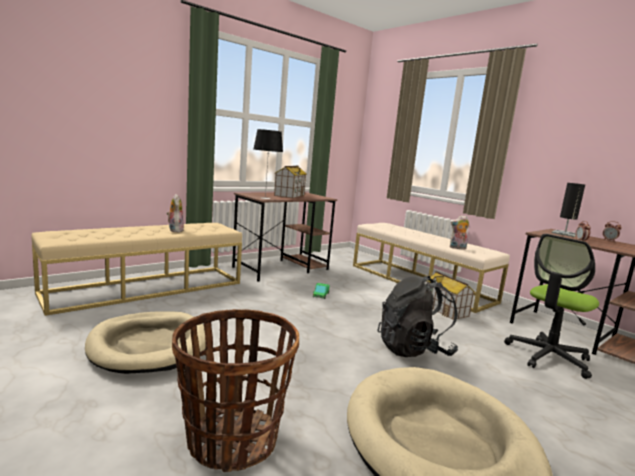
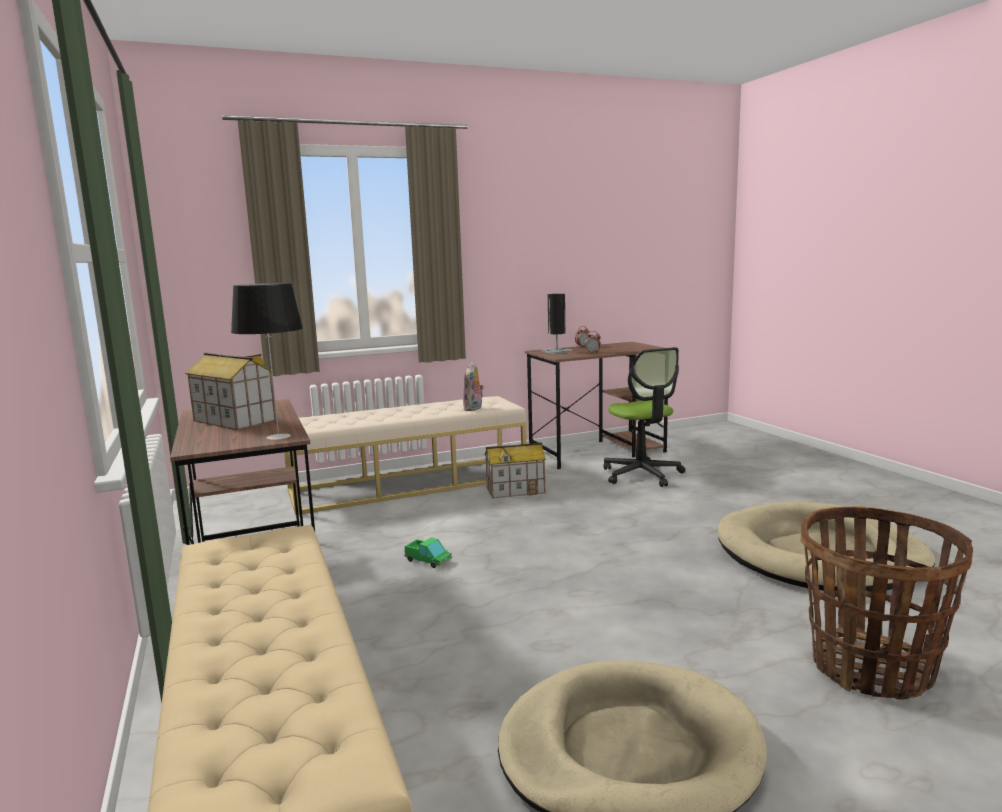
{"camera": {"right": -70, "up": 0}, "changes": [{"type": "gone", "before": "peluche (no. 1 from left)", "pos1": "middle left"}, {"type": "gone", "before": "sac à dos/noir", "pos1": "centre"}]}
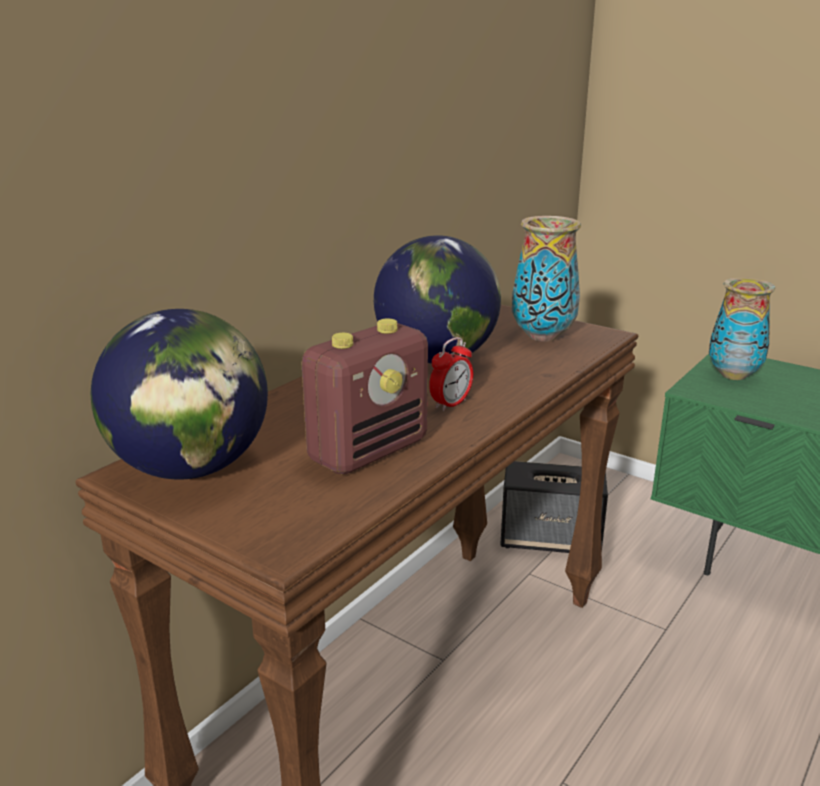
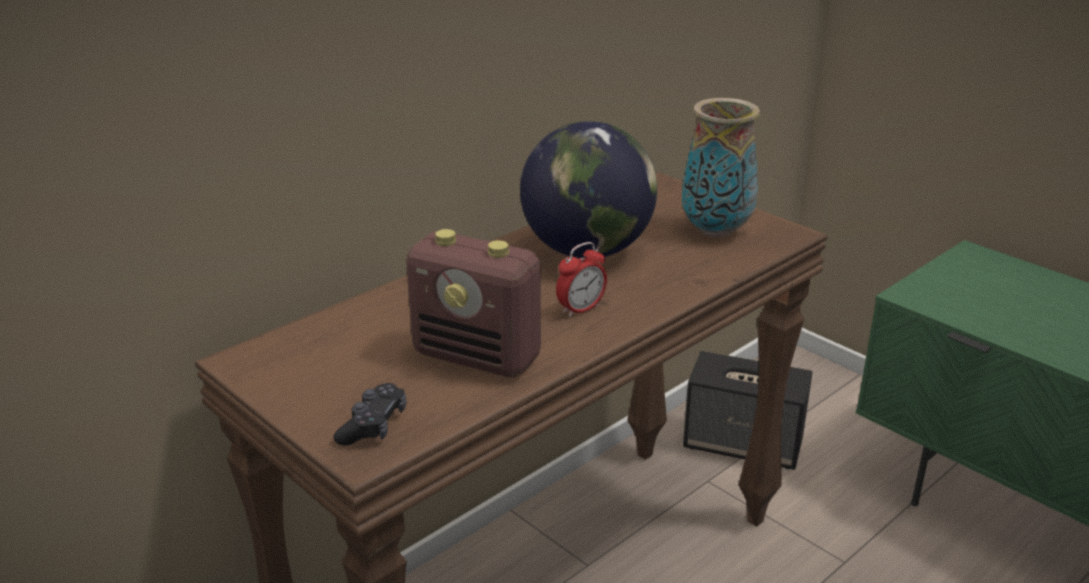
{"camera": {"right": 10, "up": 5}, "changes": [{"type": "gone", "before": "globe (no. 1 from left)", "pos1": "middle left"}, {"type": "rotated", "before": "radio", "pos1": "centre", "pos2": "centre", "turn": 60}, {"type": "gone", "before": "vase (no. 2 from left)", "pos1": "middle right"}, {"type": "new", "after": "manette/noir", "pos2": "bottom centre"}]}
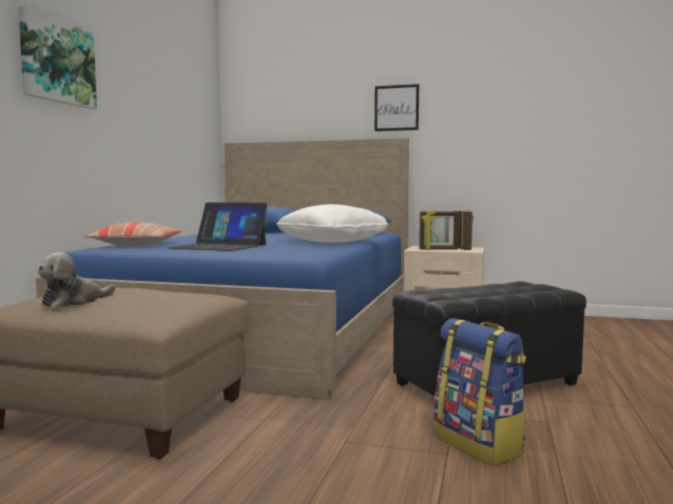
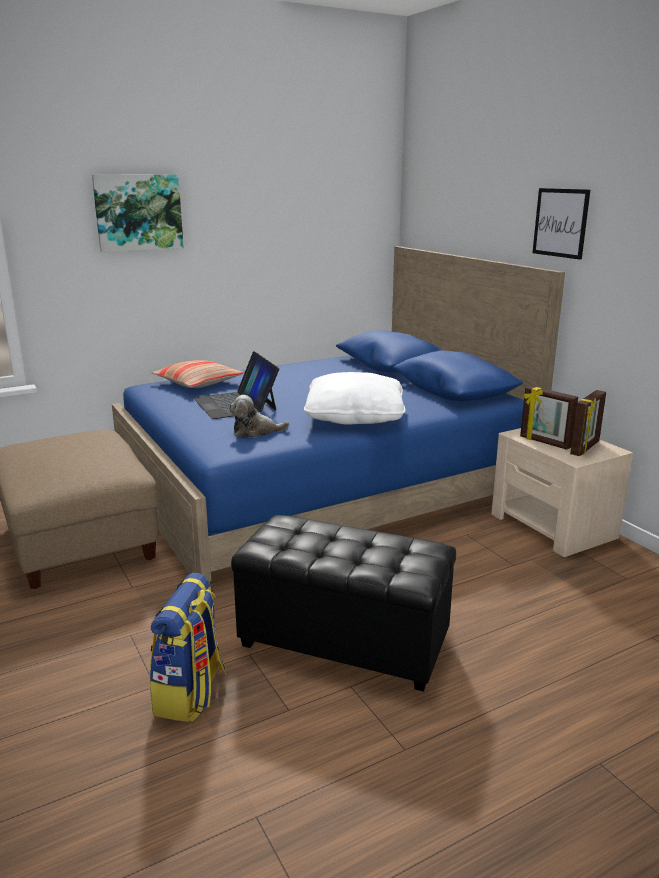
{"camera": {"right": 45, "up": 15}, "changes": [{"type": "shifted", "before": "peluche", "pos1": "middle left", "pos2": "centre"}]}
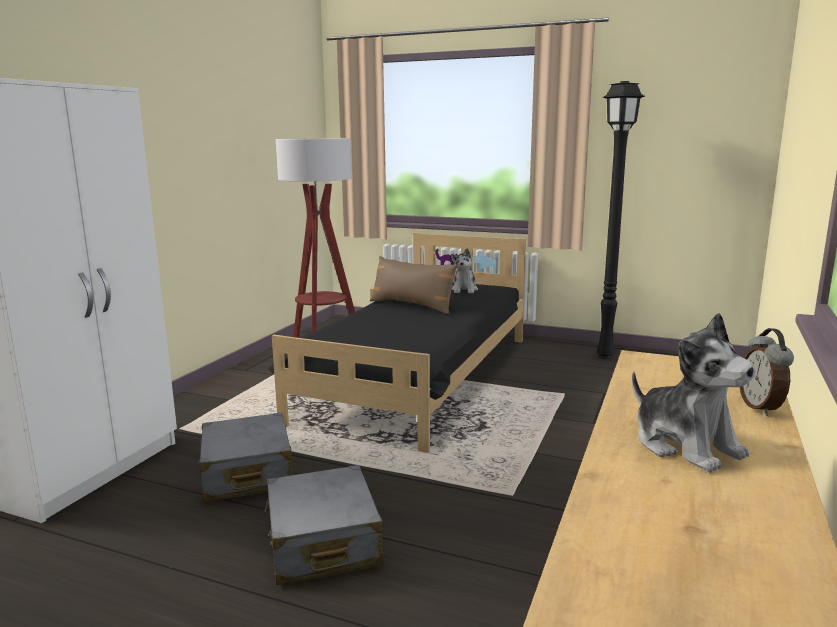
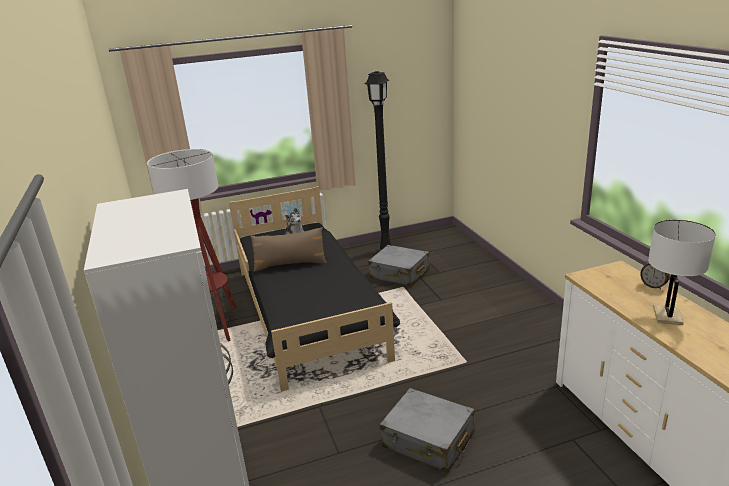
{"camera": {"right": -40, "up": 10}, "changes": [{"type": "shifted", "before": "valise/gris (no. 1 from left)", "pos1": "bottom left", "pos2": "centre"}, {"type": "swapped", "before": "peluche (no. 2 from left)", "after": "lampe de table/blanc", "pos1": "middle right", "pos2": "middle right"}]}
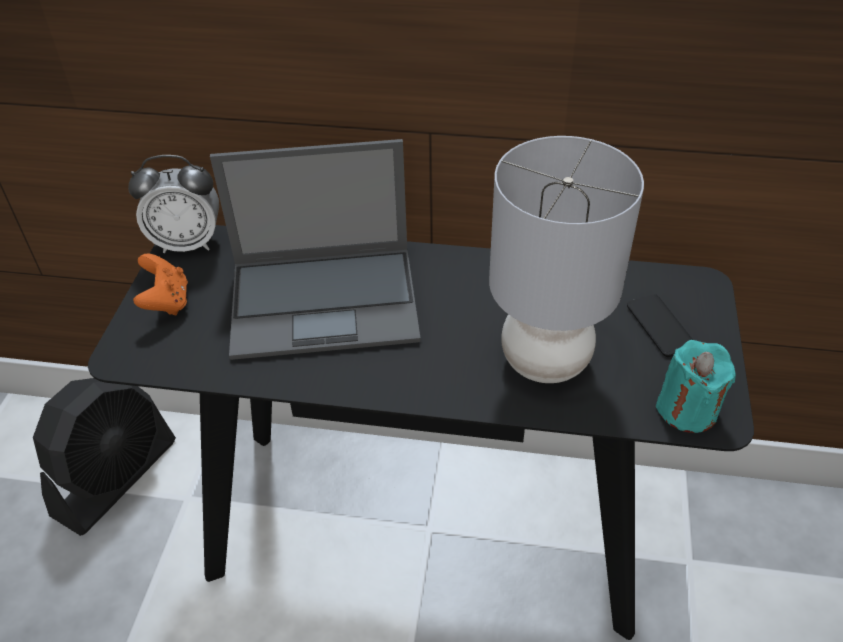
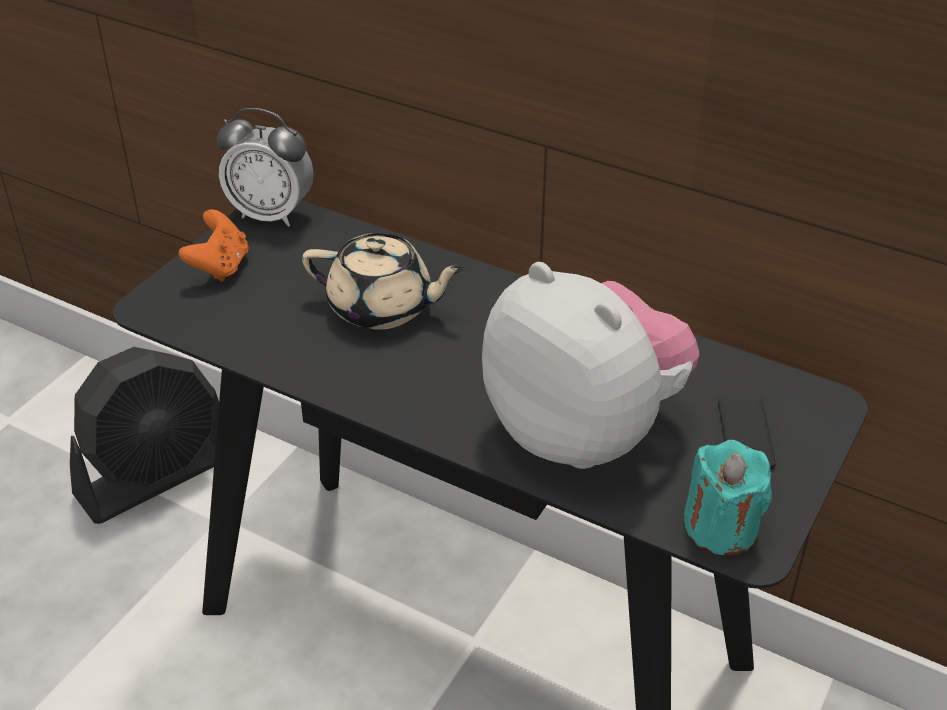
{"camera": {"right": 20, "up": -5}, "changes": [{"type": "swapped", "before": "ordinateur portable", "after": "théière/beige", "pos1": "centre", "pos2": "centre"}, {"type": "swapped", "before": "lampe de table/gris", "after": "peluche", "pos1": "middle right", "pos2": "centre"}]}
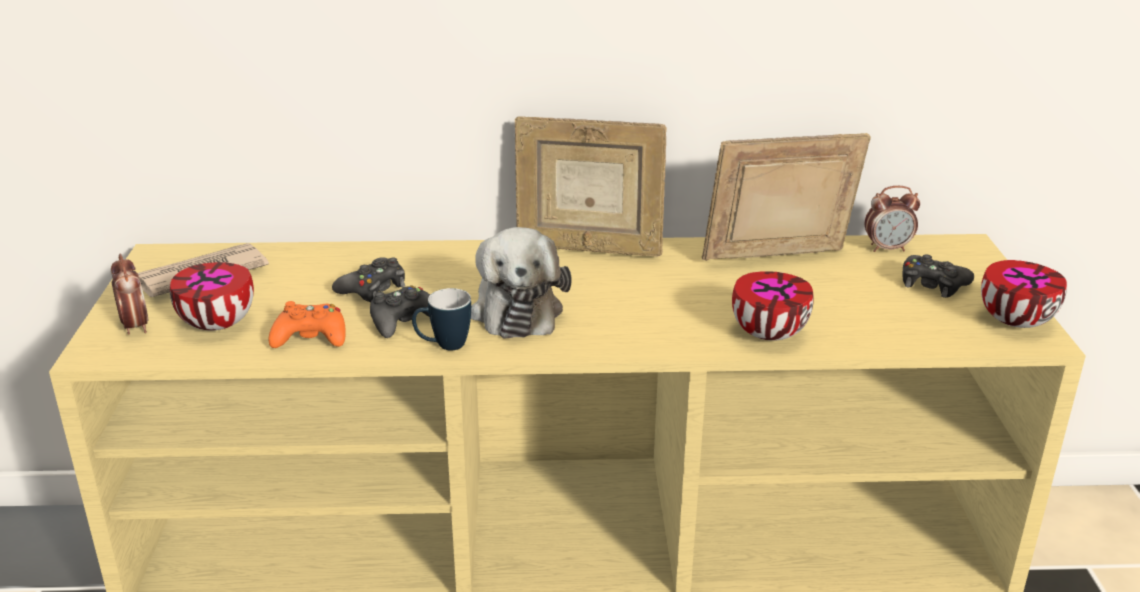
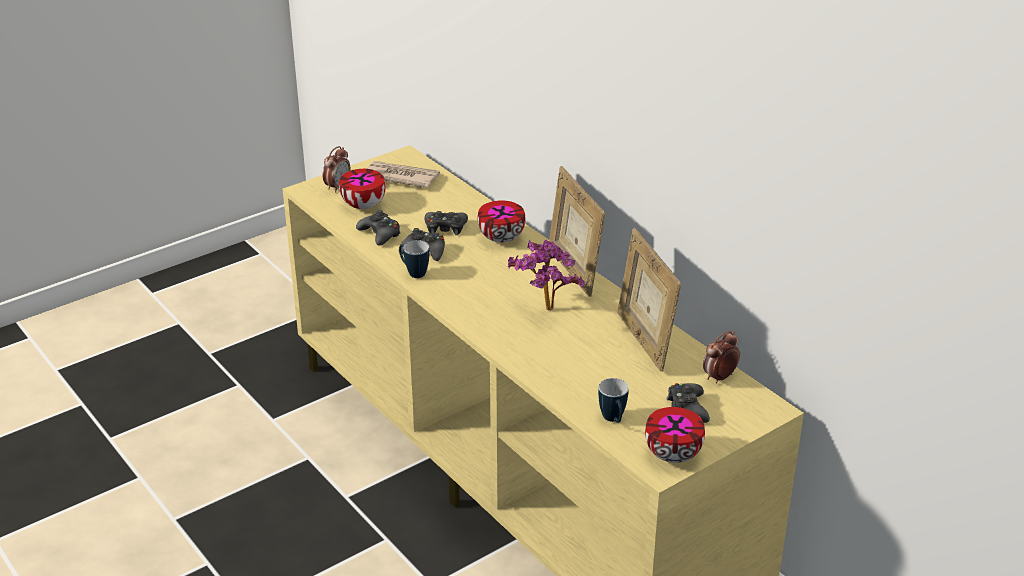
{"camera": {"right": 55, "up": 5}, "changes": [{"type": "repainted", "before": "manette/orange", "after": "manette/noir (no. 1 from left)", "pos1": "middle left", "pos2": "centre"}, {"type": "gone", "before": "peluche", "pos1": "centre"}, {"type": "rotated", "before": "cadre photo (no. 2 from left)", "pos1": "top right", "pos2": "centre", "turn": -150}, {"type": "shifted", "before": "bol (no. 2 from left)", "pos1": "middle right", "pos2": "centre"}, {"type": "rotated", "before": "réveil (no. 2 from left)", "pos1": "middle right", "pos2": "middle right", "turn": 90}, {"type": "new", "after": "plante en pot", "pos2": "centre"}, {"type": "new", "after": "mug (no. 2 from left)", "pos2": "bottom centre"}]}
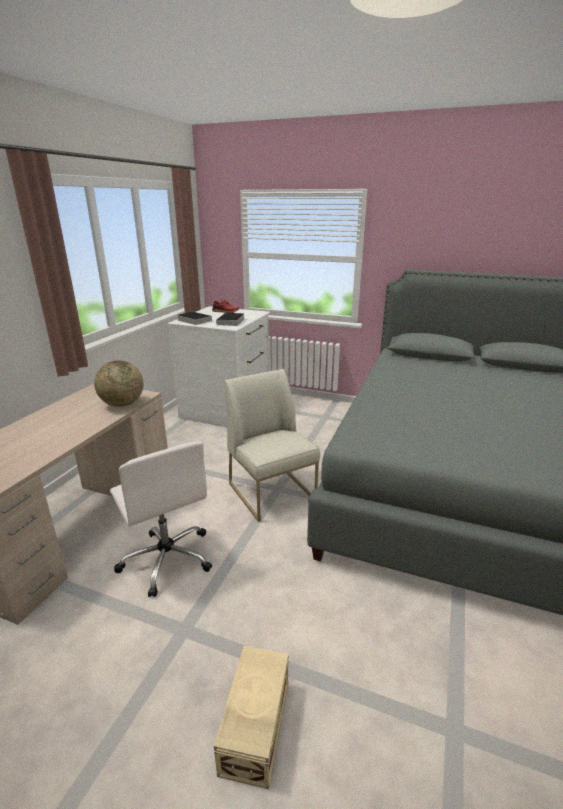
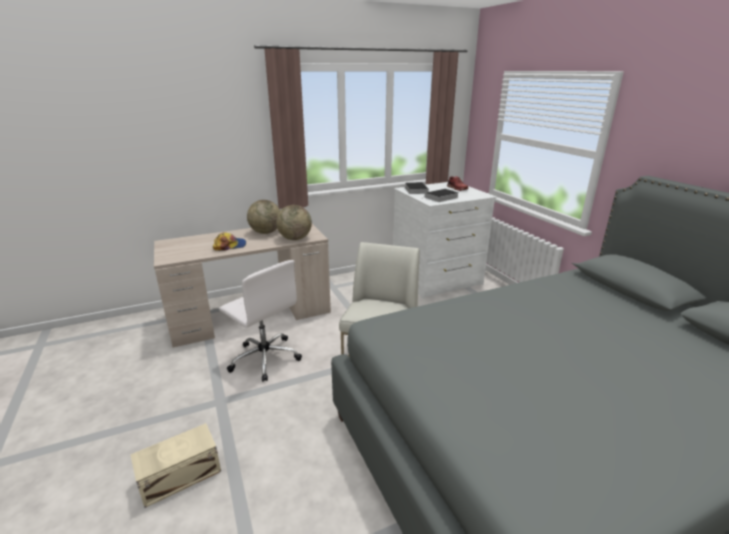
{"camera": {"right": 45, "up": 0}, "changes": [{"type": "rotated", "before": "chaise de bureau/blanc", "pos1": "middle left", "pos2": "centre", "turn": -60}, {"type": "new", "after": "casquette", "pos2": "middle left"}, {"type": "new", "after": "globe (no. 1 from left)", "pos2": "centre"}]}
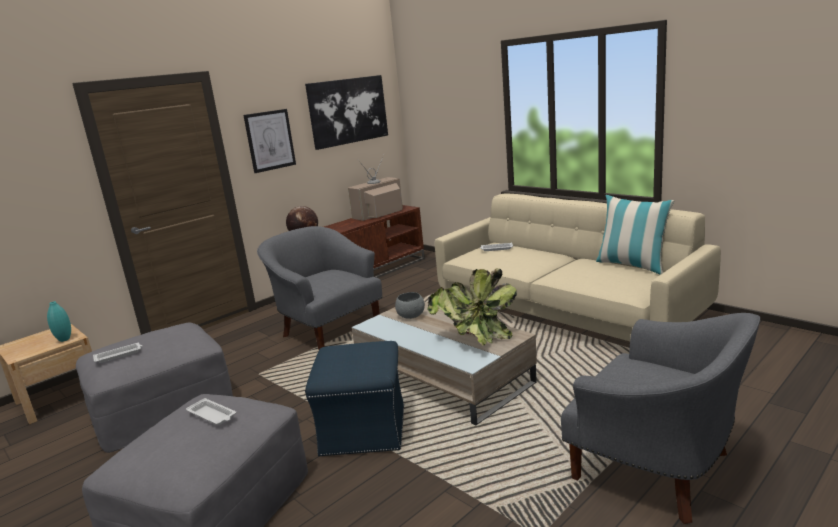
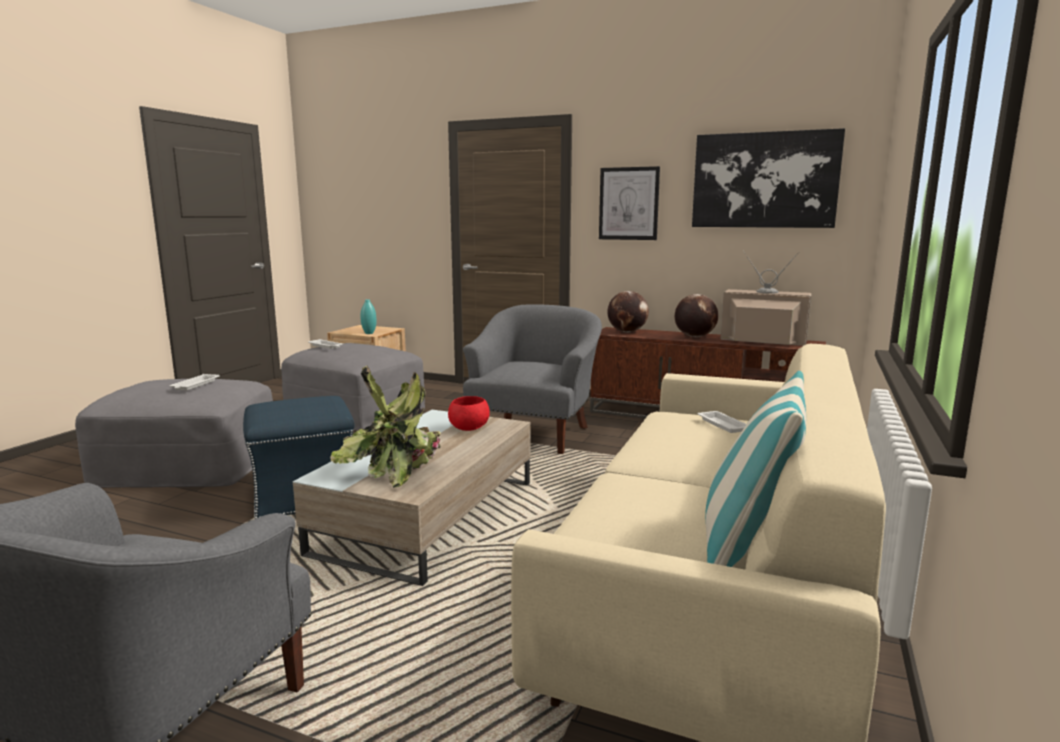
{"camera": {"right": 65, "up": -5}, "changes": [{"type": "repainted", "before": "bol/gris", "after": "bol/rouge", "pos1": "centre", "pos2": "centre"}, {"type": "new", "after": "globe (no. 2 from left)", "pos2": "centre"}]}
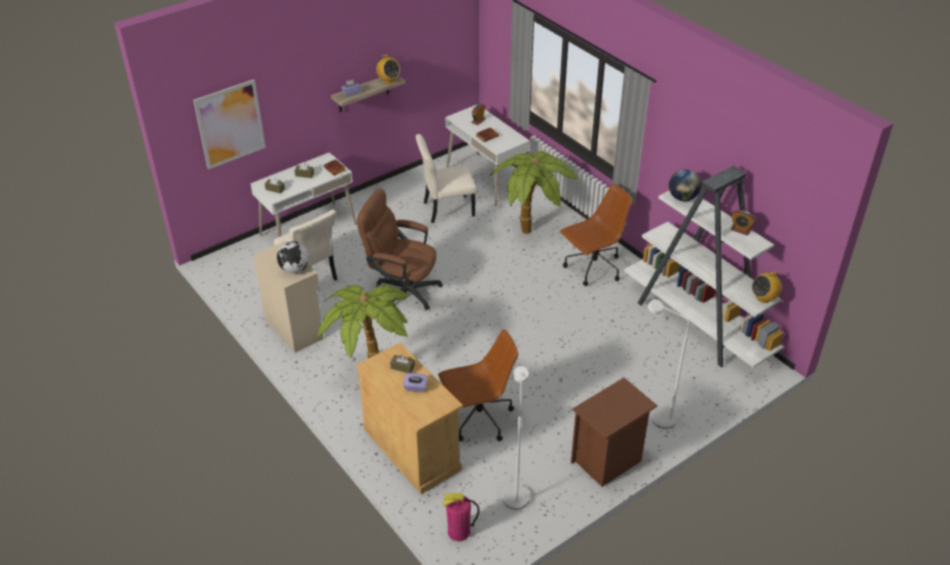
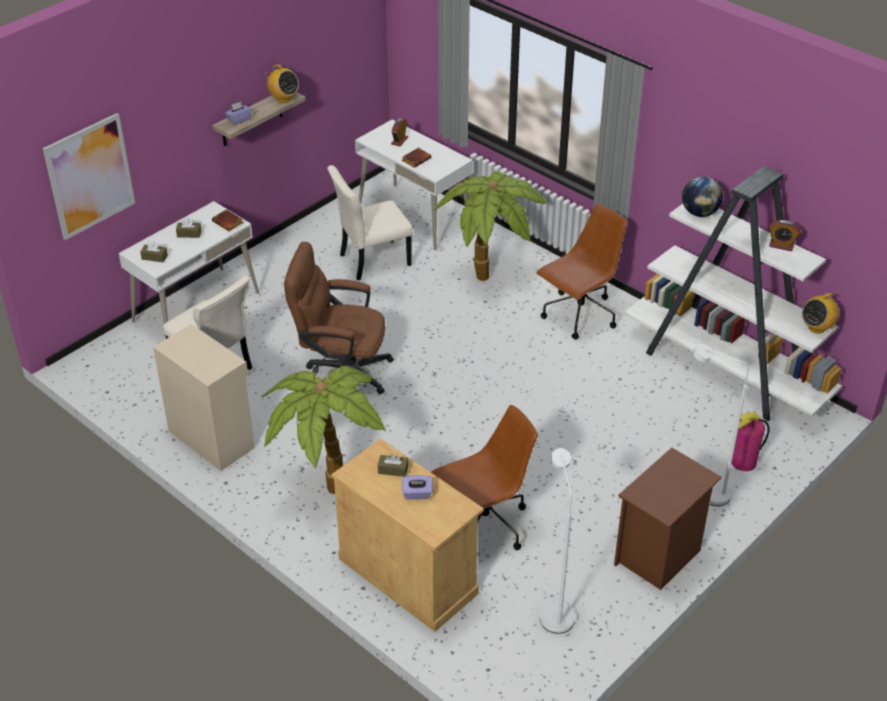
{"camera": {"right": -10, "up": 0}, "changes": [{"type": "gone", "before": "globe (no. 1 from left)", "pos1": "middle left"}, {"type": "shifted", "before": "extincteur", "pos1": "bottom centre", "pos2": "middle right"}]}
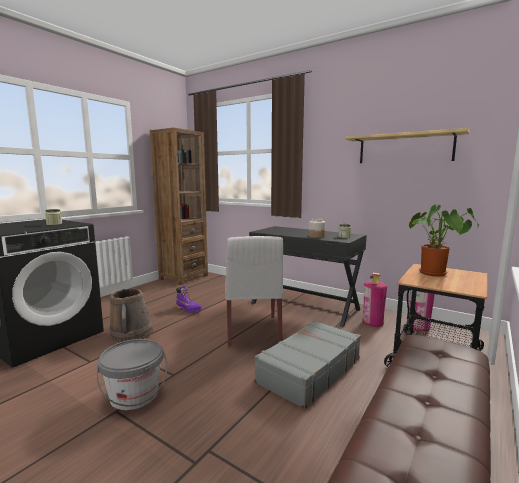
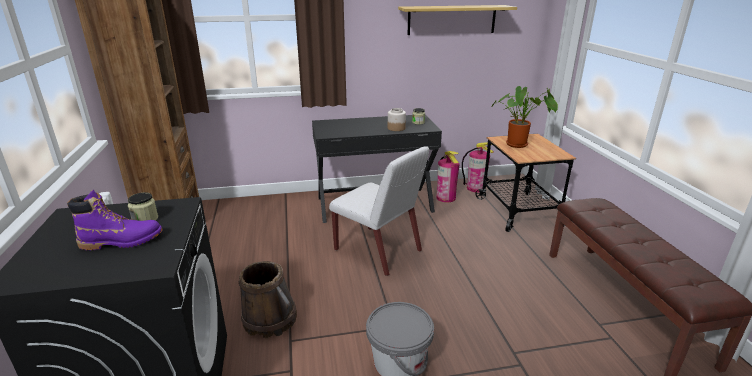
{"camera": {"right": -45, "up": 15}, "changes": [{"type": "shifted", "before": "botte/violet", "pos1": "centre", "pos2": "middle left"}, {"type": "gone", "before": "valise/gris", "pos1": "bottom centre"}]}
